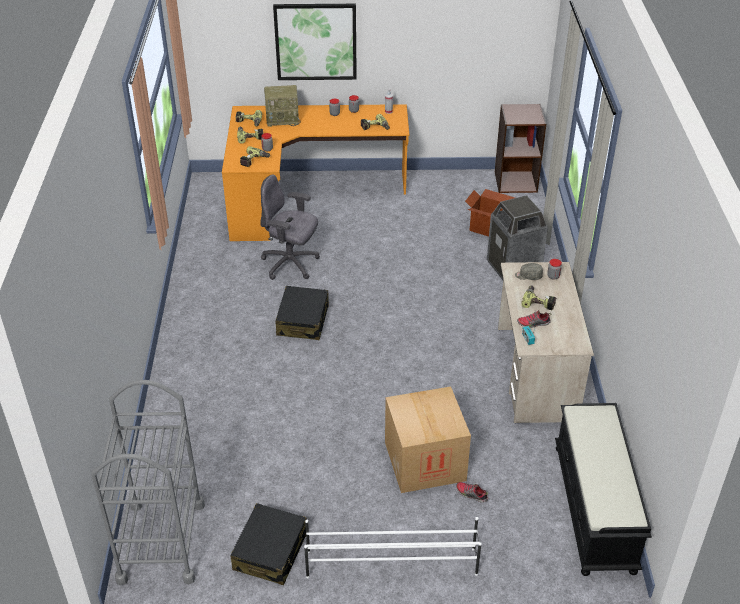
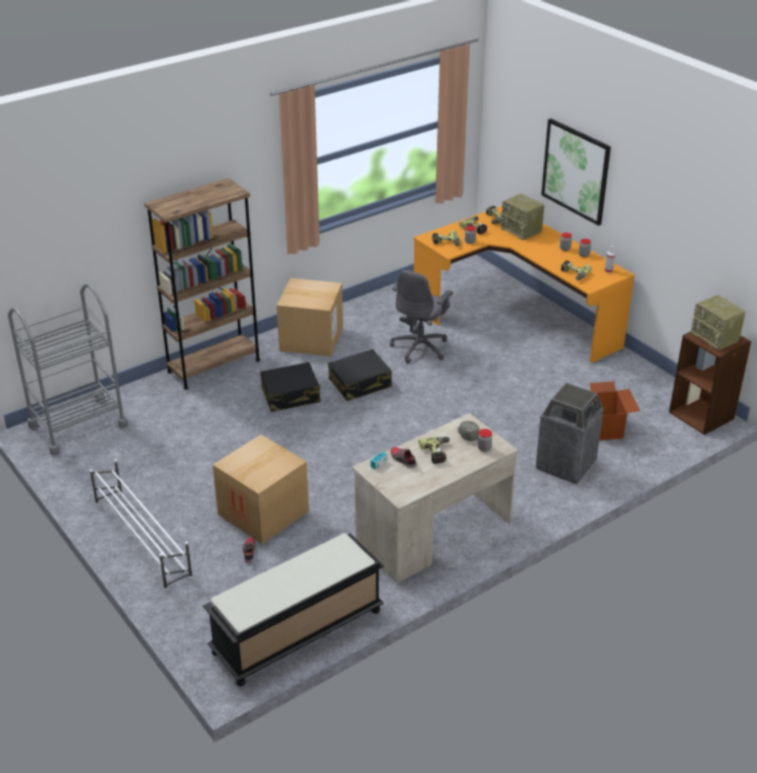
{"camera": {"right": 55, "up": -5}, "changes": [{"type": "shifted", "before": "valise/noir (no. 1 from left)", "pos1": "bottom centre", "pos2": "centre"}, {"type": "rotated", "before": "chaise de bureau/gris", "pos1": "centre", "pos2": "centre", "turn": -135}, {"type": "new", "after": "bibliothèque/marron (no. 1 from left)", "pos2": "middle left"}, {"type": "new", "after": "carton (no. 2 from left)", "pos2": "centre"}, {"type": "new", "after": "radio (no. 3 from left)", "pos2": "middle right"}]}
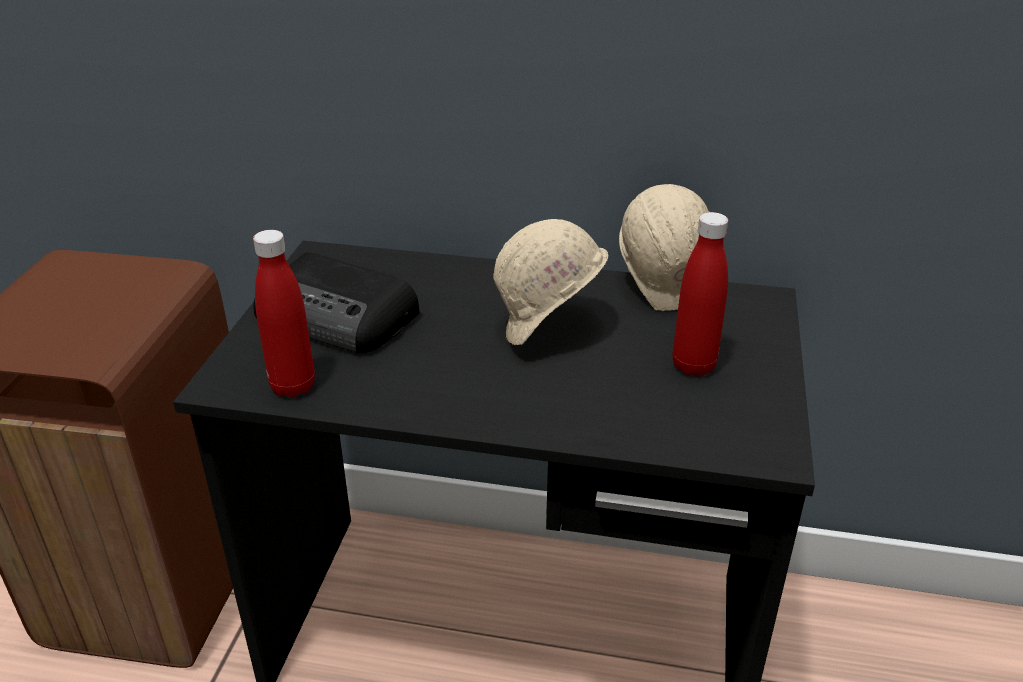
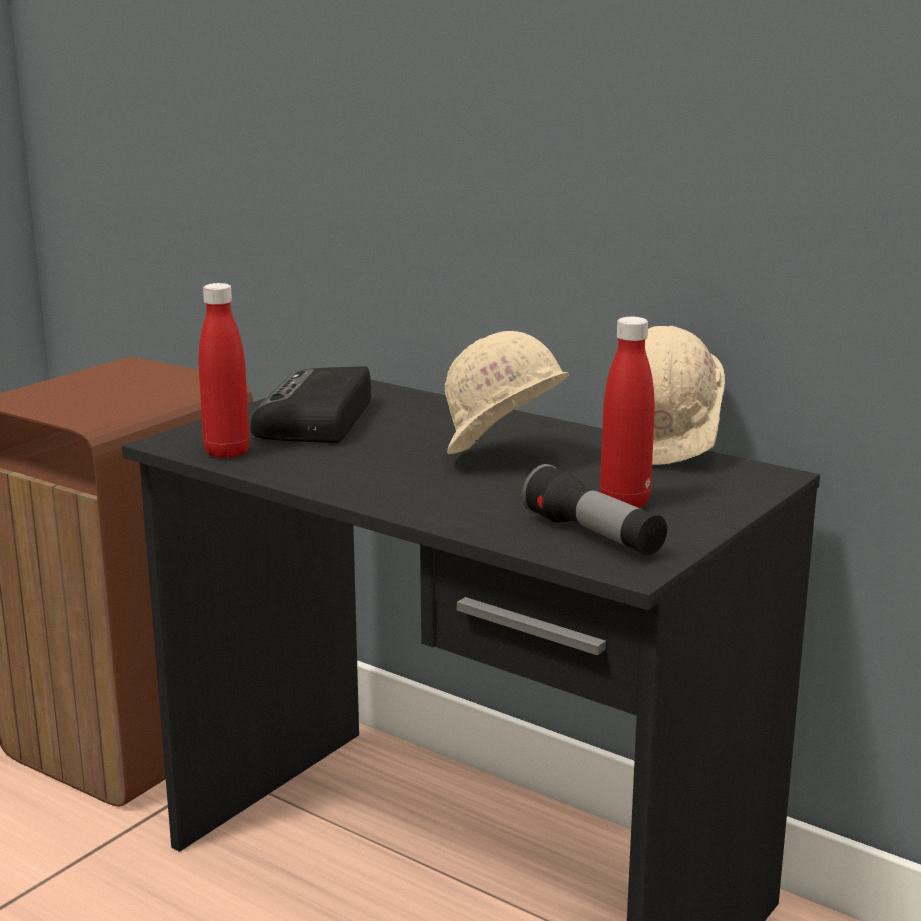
{"camera": {"right": 25, "up": -15}, "changes": [{"type": "rotated", "before": "radio", "pos1": "middle left", "pos2": "centre", "turn": 45}, {"type": "new", "after": "lampe de poche", "pos2": "centre"}]}
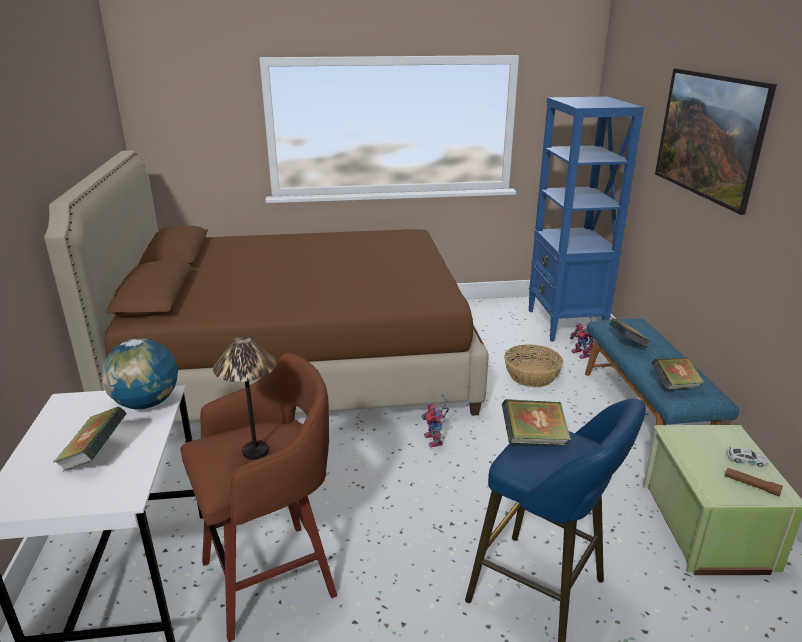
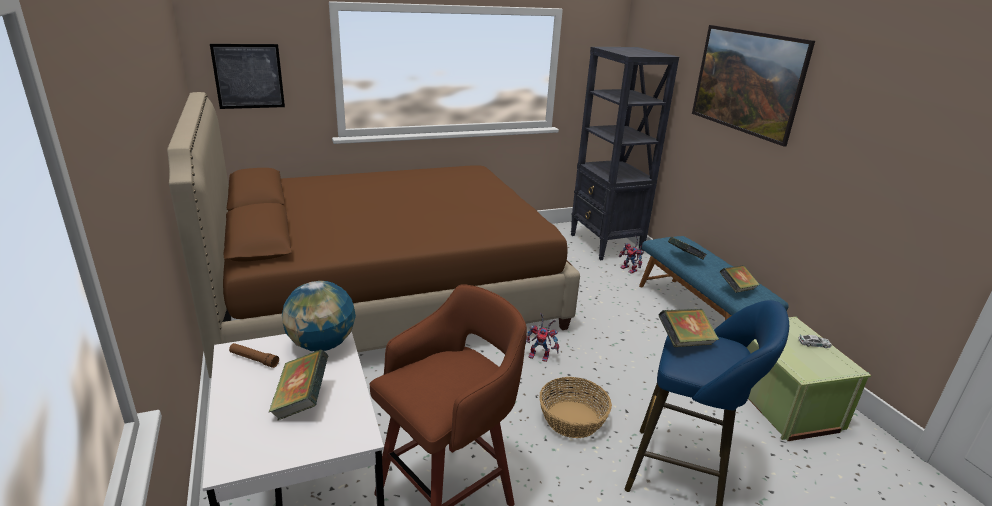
{"camera": {"right": -15, "up": 0}, "changes": [{"type": "gone", "before": "lampe de table", "pos1": "middle left"}, {"type": "rotated", "before": "robot jouet (no. 1 from left)", "pos1": "centre", "pos2": "centre", "turn": -45}, {"type": "shifted", "before": "panier", "pos1": "centre", "pos2": "bottom centre"}, {"type": "repainted", "before": "bibliothèque/bleu", "after": "bibliothèque/noir", "pos1": "middle right", "pos2": "top centre"}, {"type": "shifted", "before": "lampe de poche/marron", "pos1": "bottom right", "pos2": "bottom left"}, {"type": "new", "after": "tableau (no. 1 from left)", "pos2": "top left"}]}
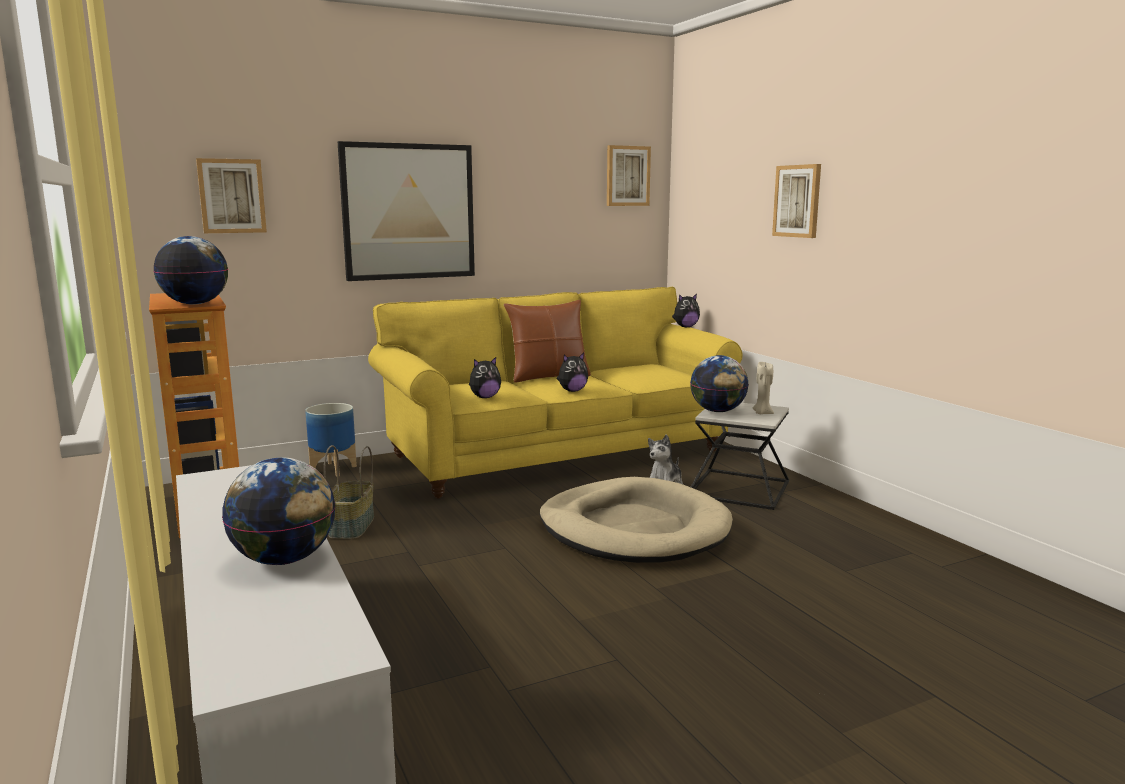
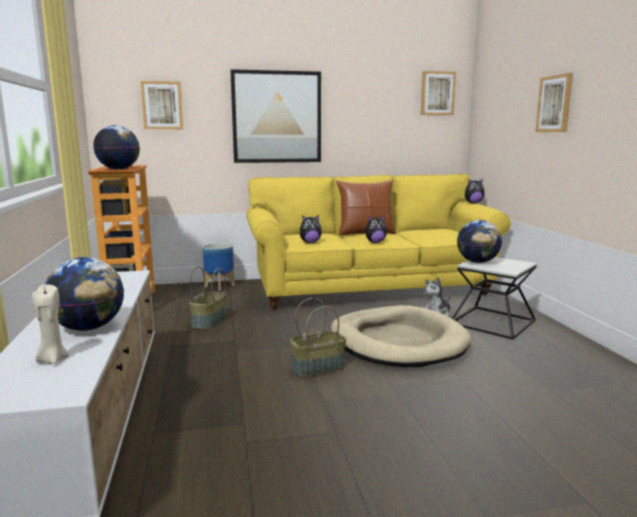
{"camera": {"right": 15, "up": 0}, "changes": [{"type": "shifted", "before": "bougie/beige", "pos1": "middle right", "pos2": "middle left"}, {"type": "new", "after": "panier (no. 2 from left)", "pos2": "centre"}]}
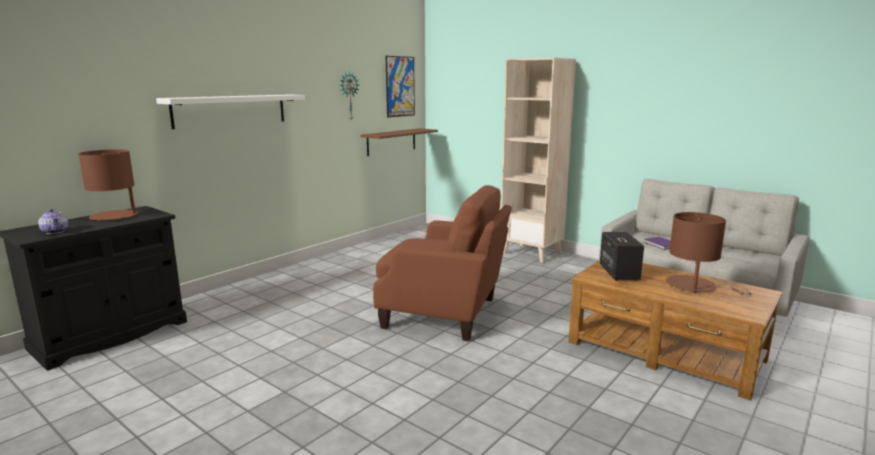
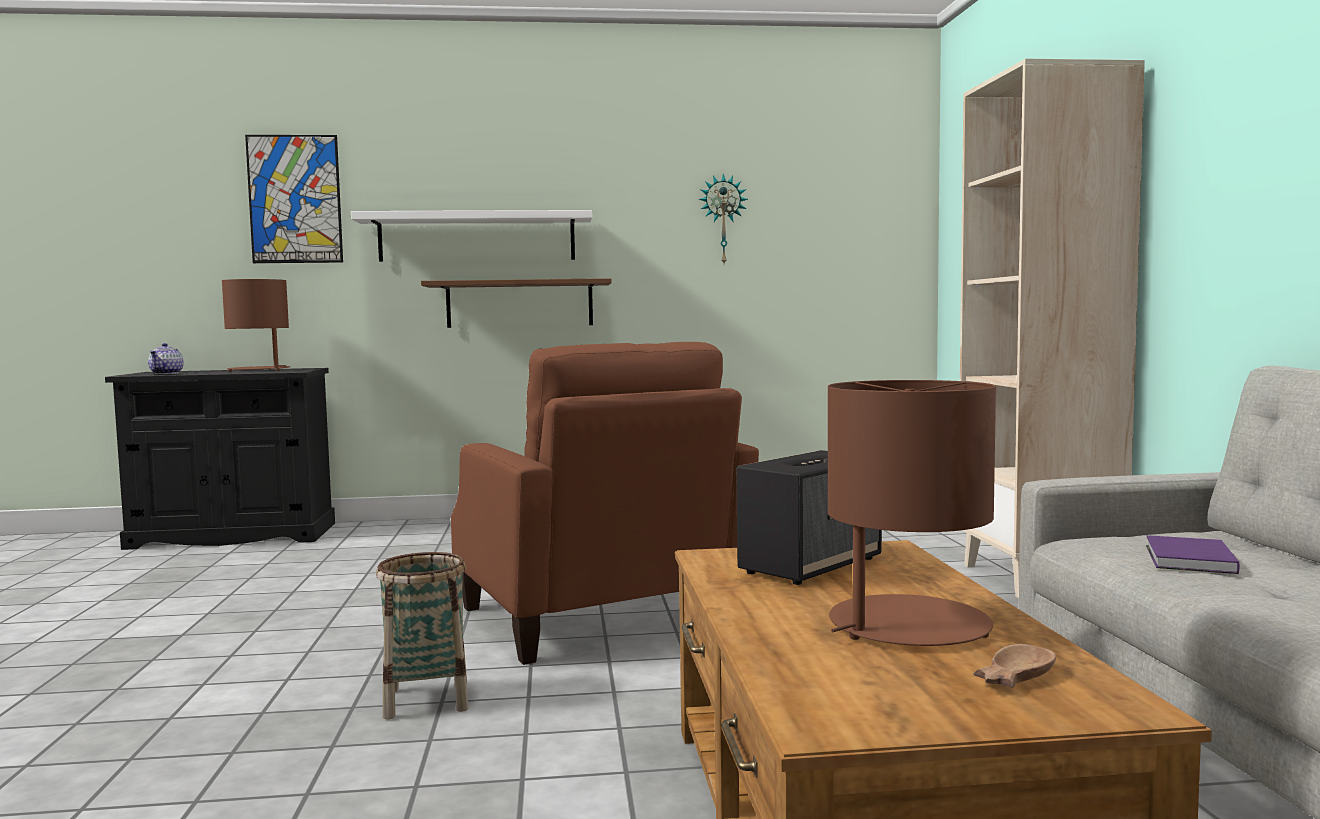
{"camera": {"right": 45, "up": -10}, "changes": [{"type": "shifted", "before": "étagère/marron", "pos1": "top centre", "pos2": "centre"}, {"type": "shifted", "before": "tableau", "pos1": "top centre", "pos2": "top left"}, {"type": "new", "after": "panier", "pos2": "bottom left"}]}
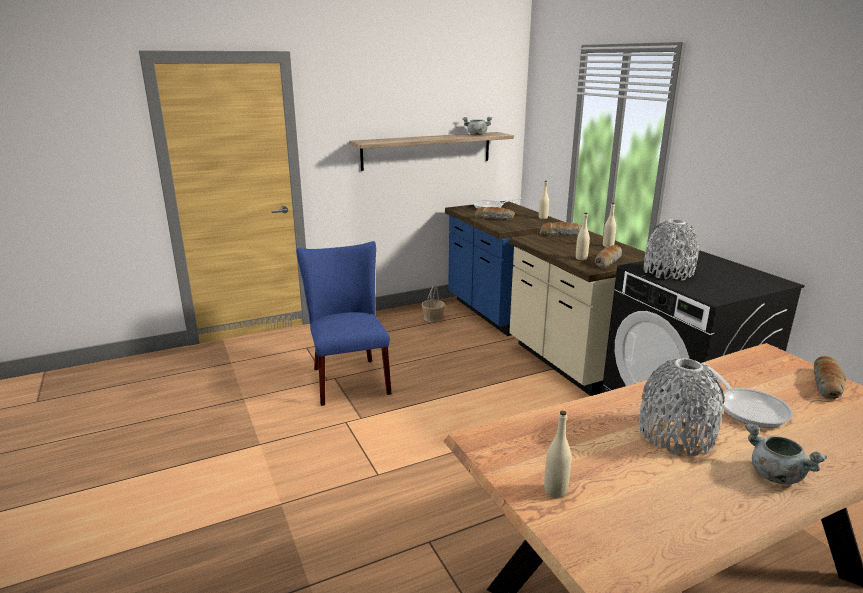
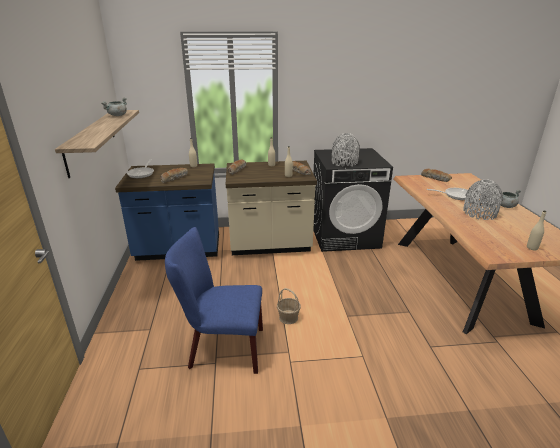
{"camera": {"right": -70, "up": 5}, "changes": [{"type": "shifted", "before": "panier", "pos1": "centre", "pos2": "bottom centre"}]}
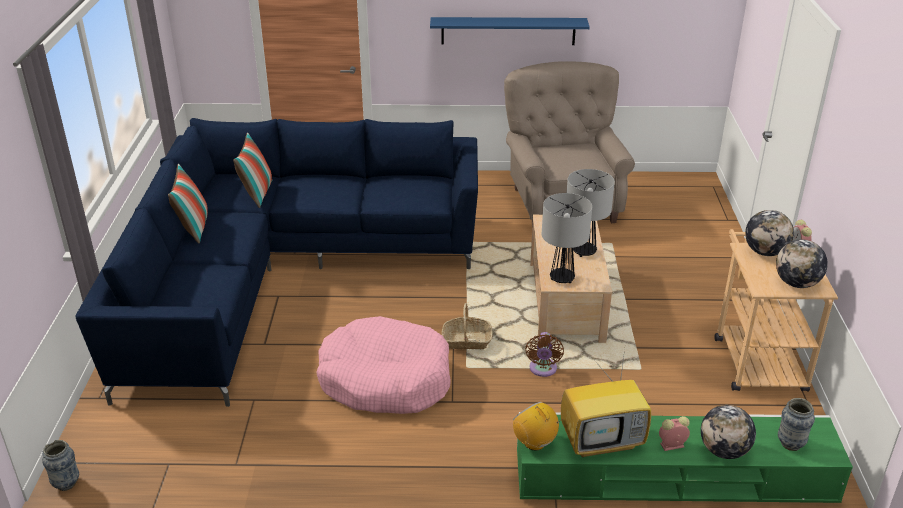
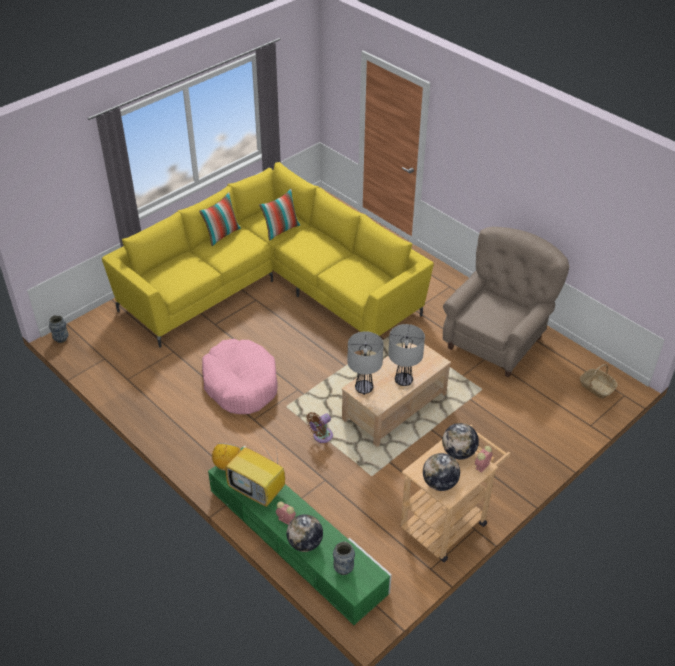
{"camera": {"right": 45, "up": 10}, "changes": [{"type": "repainted", "before": "canapé/bleu", "after": "canapé/jaune", "pos1": "middle left", "pos2": "centre"}, {"type": "gone", "before": "étagère/bleu", "pos1": "top centre"}, {"type": "shifted", "before": "panier", "pos1": "centre", "pos2": "middle right"}]}
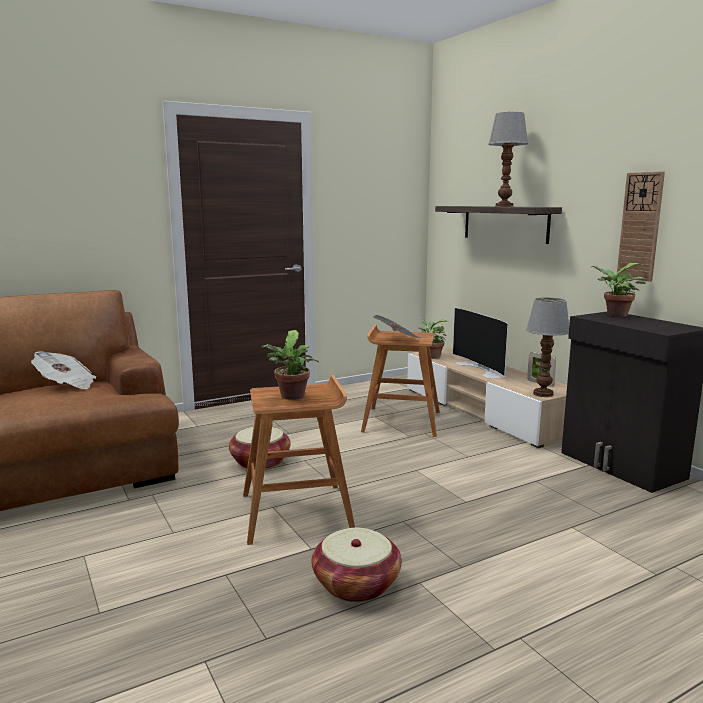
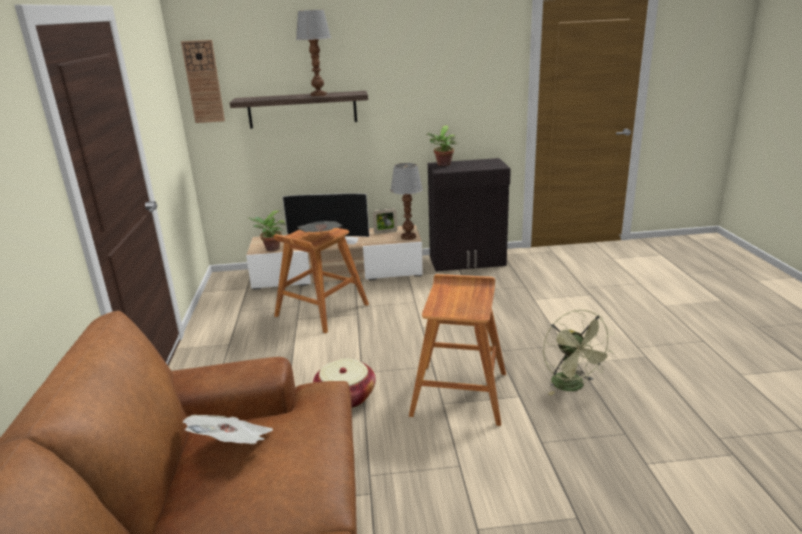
{"camera": {"right": -65, "up": 10}, "changes": [{"type": "gone", "before": "plante en pot (no. 1 from left)", "pos1": "centre"}, {"type": "swapped", "before": "panier (no. 2 from left)", "after": "ventilateur/vert", "pos1": "bottom centre", "pos2": "middle right"}, {"type": "shifted", "before": "horloge murale", "pos1": "top right", "pos2": "top left"}]}
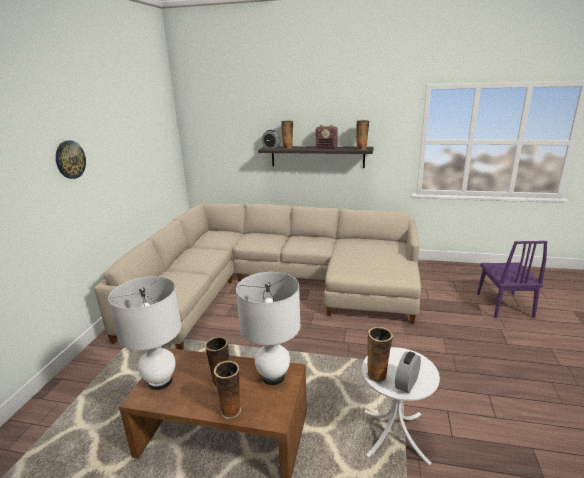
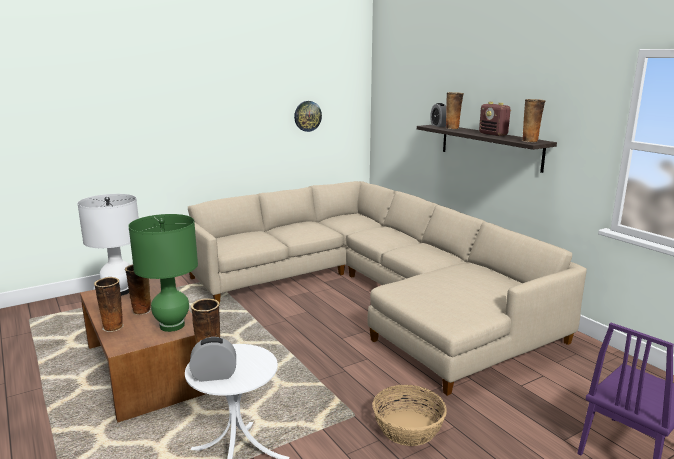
{"camera": {"right": 45, "up": -5}, "changes": [{"type": "shifted", "before": "horloge murale", "pos1": "top left", "pos2": "top centre"}, {"type": "repainted", "before": "lampe de table/blanc (no. 2 from left)", "after": "lampe de table/vert", "pos1": "bottom centre", "pos2": "middle left"}, {"type": "new", "after": "panier", "pos2": "bottom centre"}]}
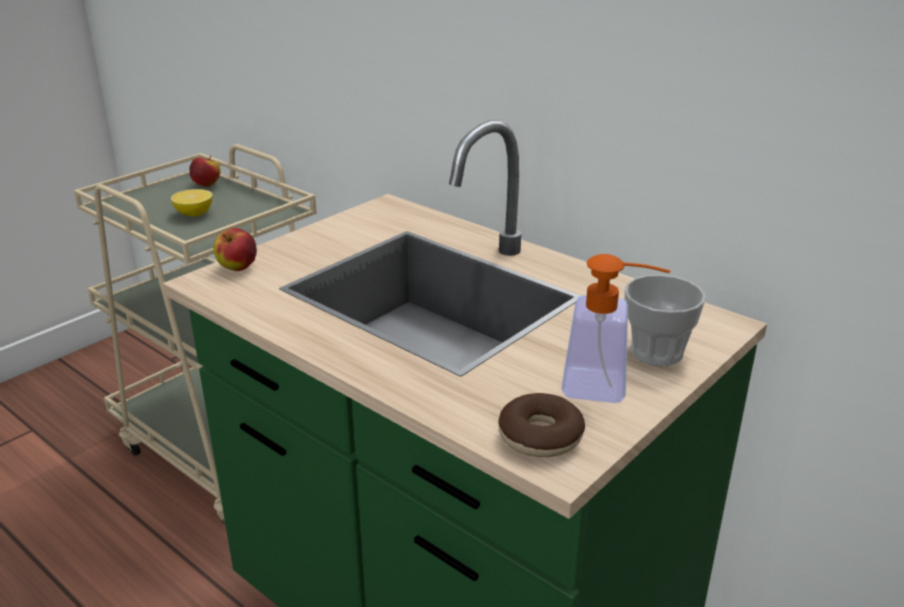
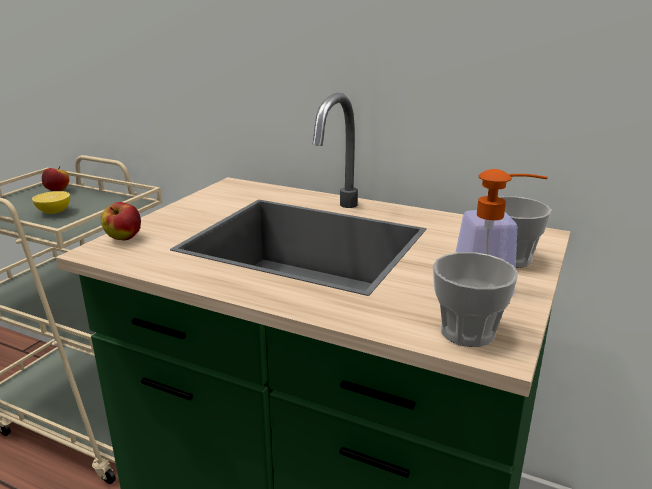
{"camera": {"right": -15, "up": -5}, "changes": [{"type": "swapped", "before": "beignet", "after": "tasse (no. 1 from left)", "pos1": "bottom centre", "pos2": "middle right"}]}
